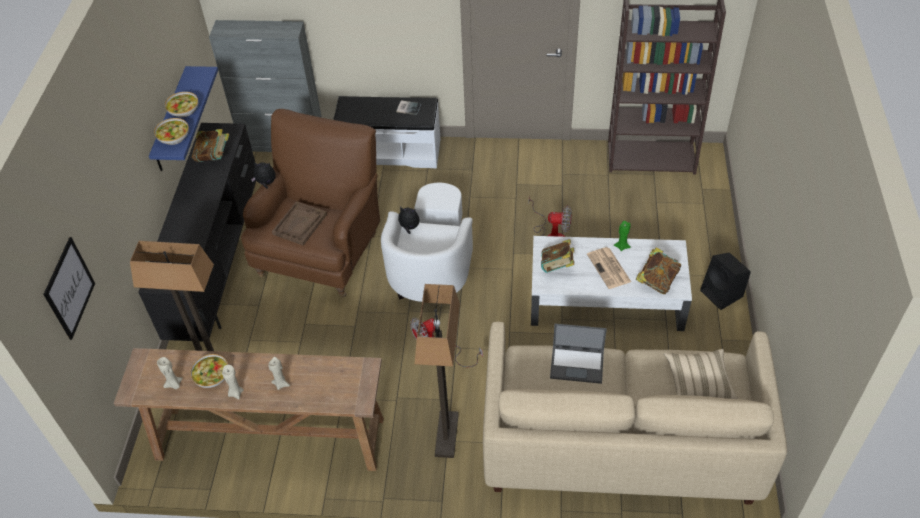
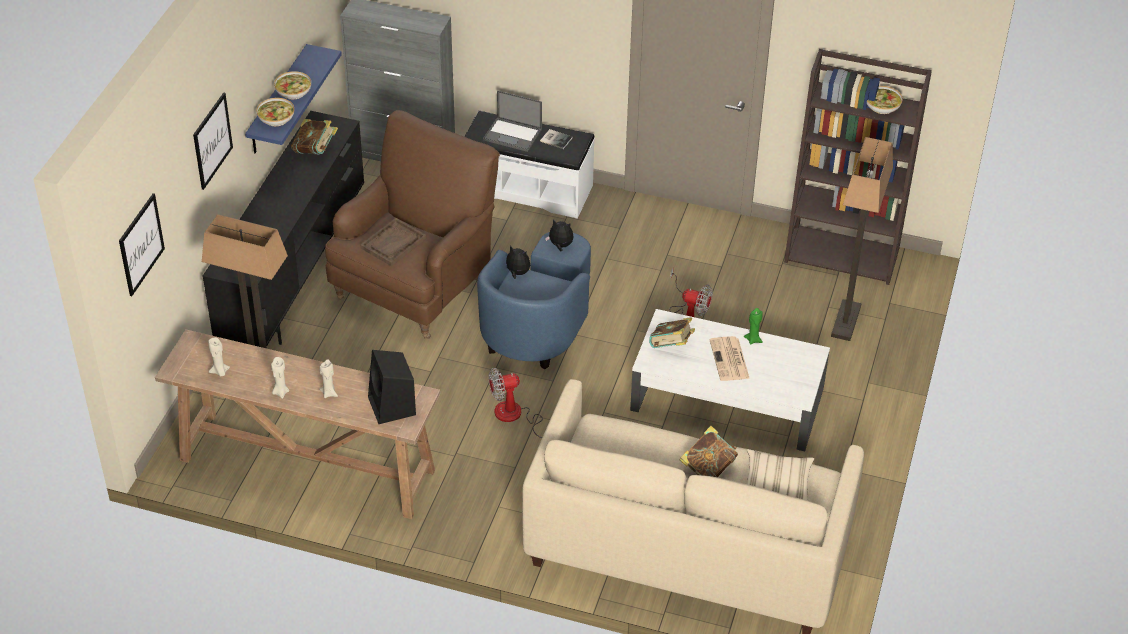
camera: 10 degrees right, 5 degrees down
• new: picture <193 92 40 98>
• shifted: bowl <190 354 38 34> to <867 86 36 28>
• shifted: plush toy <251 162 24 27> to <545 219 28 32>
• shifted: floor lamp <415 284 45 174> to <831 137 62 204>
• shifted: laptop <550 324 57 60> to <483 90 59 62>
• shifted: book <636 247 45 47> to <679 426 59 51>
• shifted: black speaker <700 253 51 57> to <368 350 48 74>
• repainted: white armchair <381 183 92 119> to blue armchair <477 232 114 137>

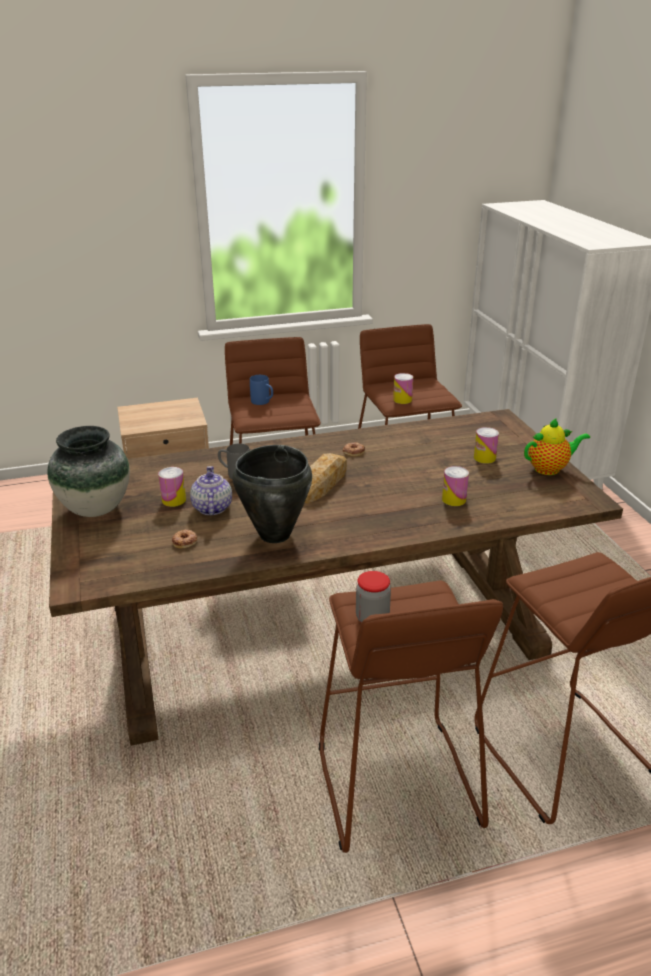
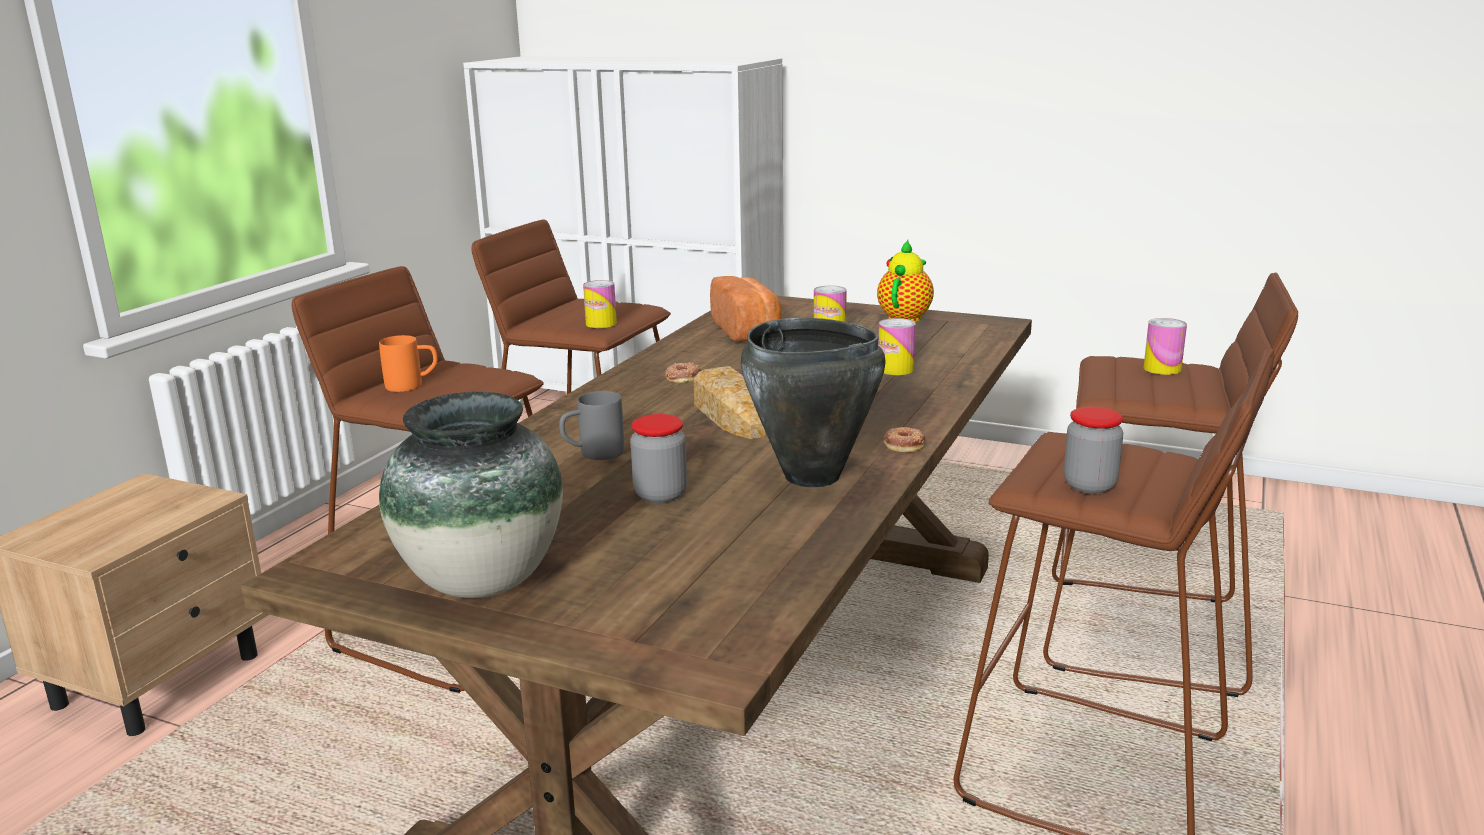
camera: 50 degrees left, 10 degrees down
• new: bread <710 276 72 66>
• shifted: can <158 467 28 40> to <1144 318 43 57>
• shifted: donut <172 530 25 18> to <884 427 42 25>
• swapped: teapot <190 466 42 50> to jar <631 414 56 89>
• repainted: blue mug <250 375 23 30> to orange mug <379 335 59 57>

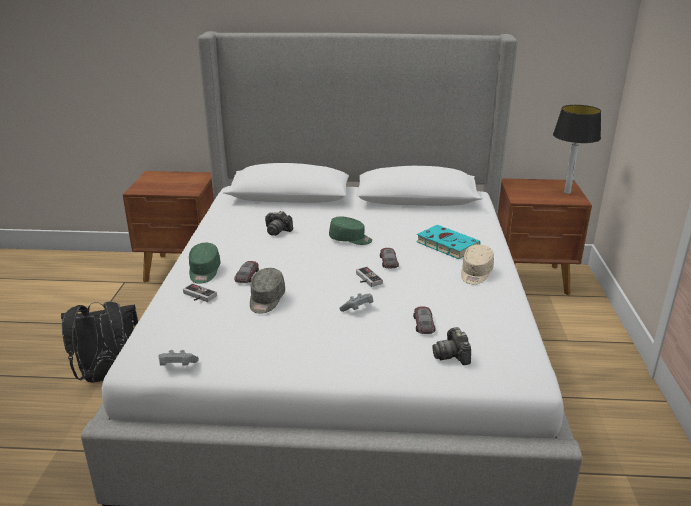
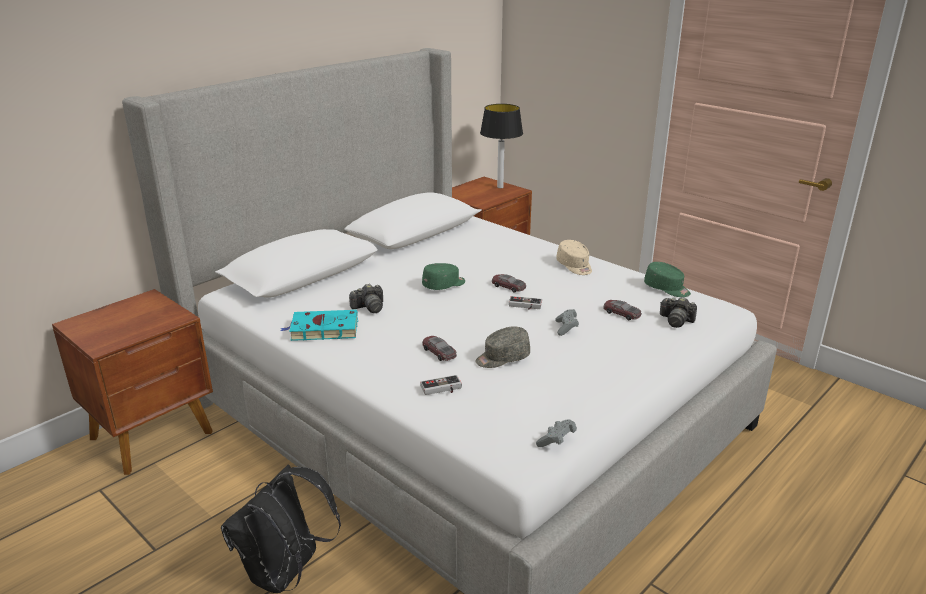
camera: 50 degrees left, 0 degrees up
• shifted: green cap <189 243 32 41> to <644 262 47 35>
• shifted: turquoise book <416 225 65 34> to <281 310 77 31>
• rotated: grey cap <250 268 35 46> = <475 326 55 42> 105 degrees clockwise

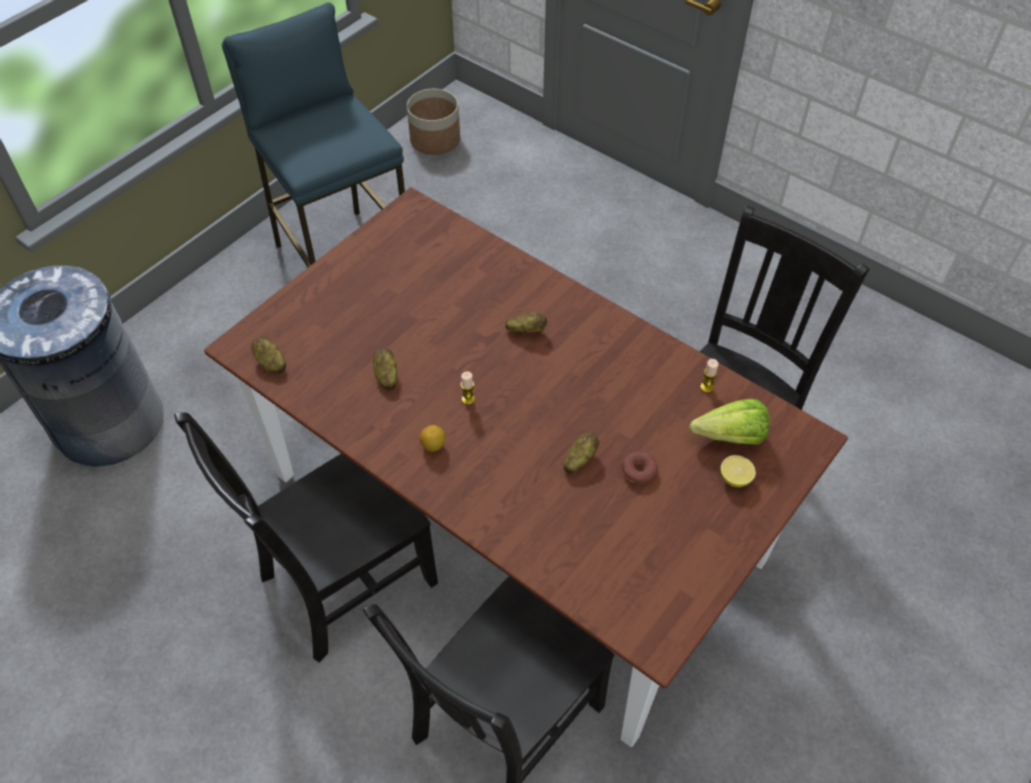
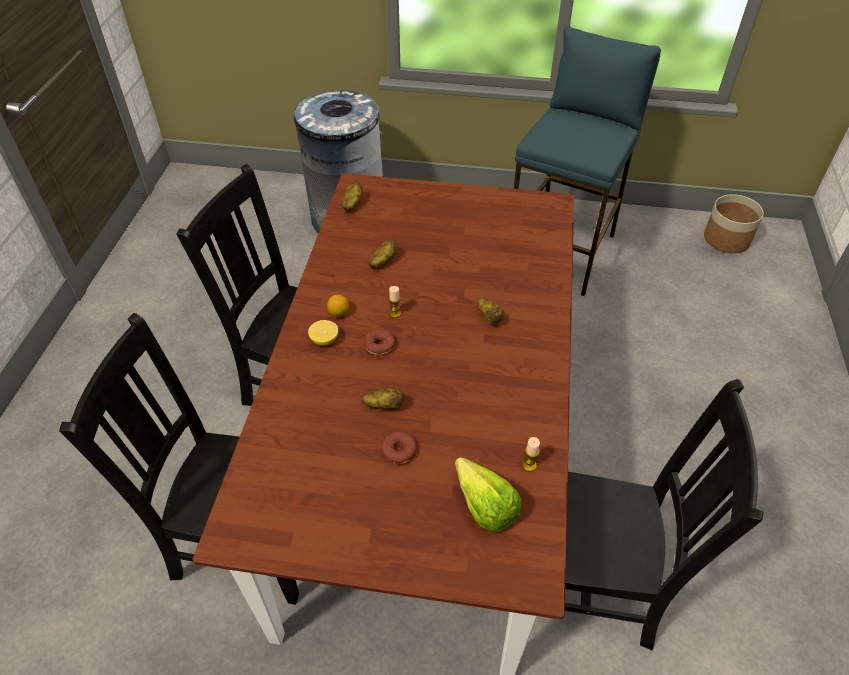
camera: 60 degrees right, 5 degrees down
• new: donut <363 329 33 26>
• shifted: lemon <720 455 36 32> to <308 320 30 26>

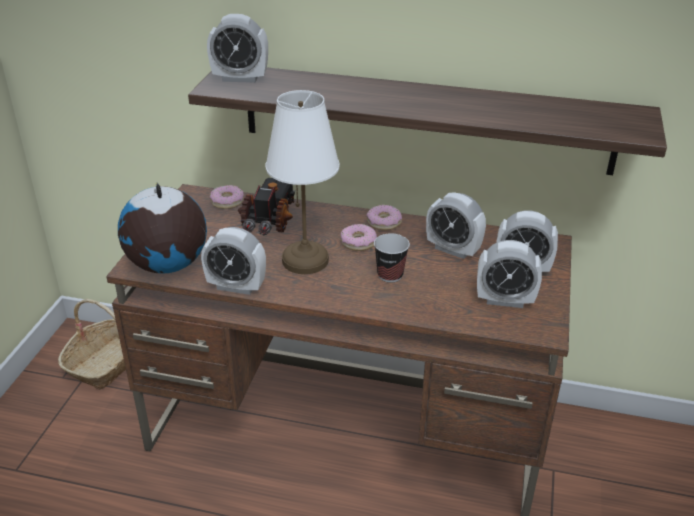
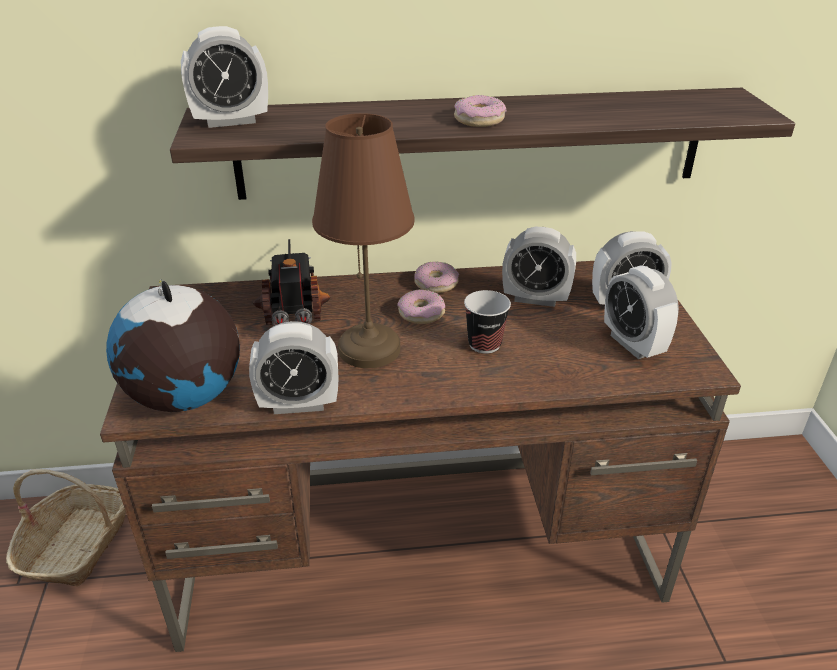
camera: 20 degrees left, 0 degrees up
• shifted: donut <210 185 34 24> to <454 95 52 32>
• repainted: white table lamp <265 90 75 184> to brown table lamp <312 113 103 255>
• rotated: alarm clock <477 240 65 68> = <604 265 75 94> 75 degrees clockwise

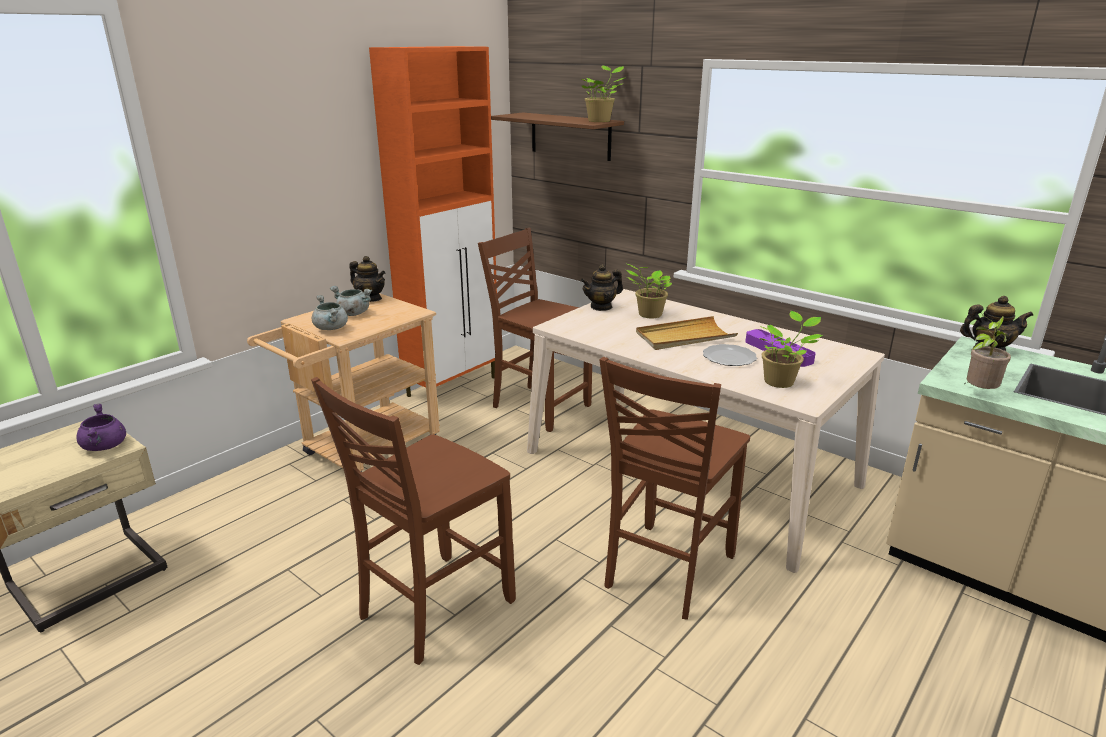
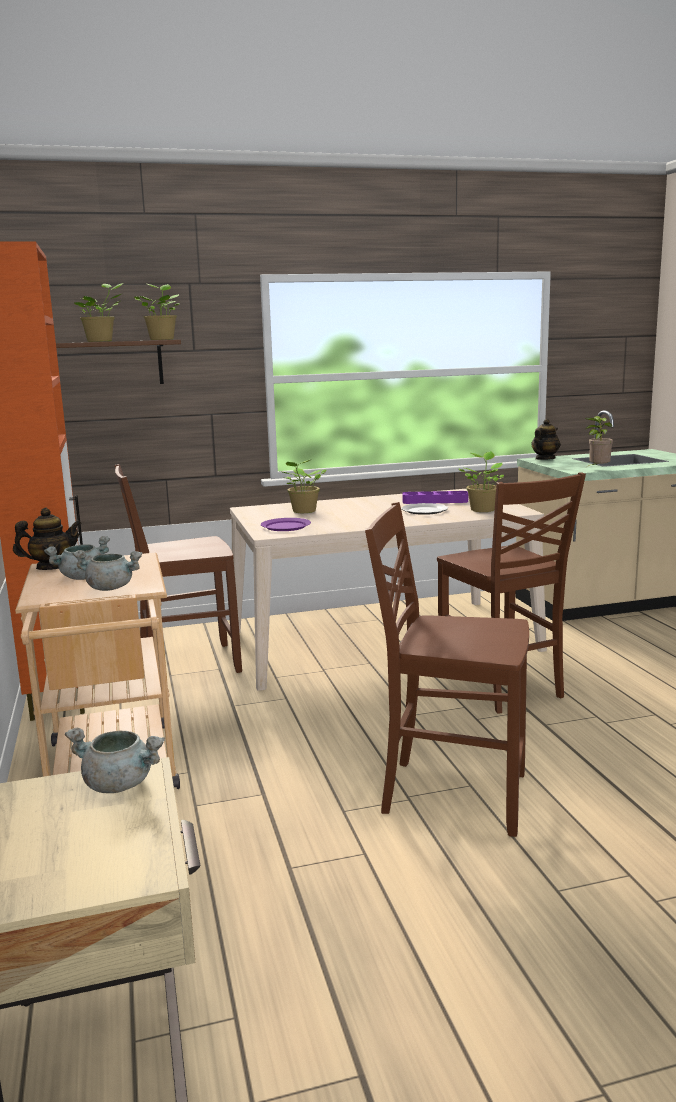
camera: 55 degrees left, 10 degrees down
• gone: teapot <581 264 42 47>
• gone: beige tray <636 316 102 34>
• new: potted plant <74 283 49 59>
• new: purple plate <261 518 50 13>
• repainted: purple cooking pot <76 404 50 47> to grey cooking pot <65 728 100 65>
• rotated: brown chair <311 377 205 288> = <365 502 164 335> 120 degrees clockwise

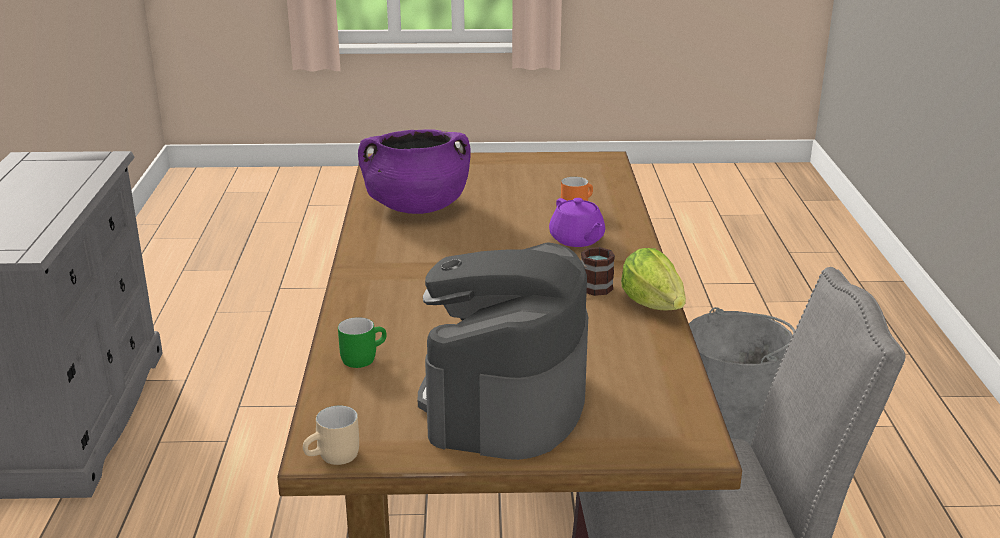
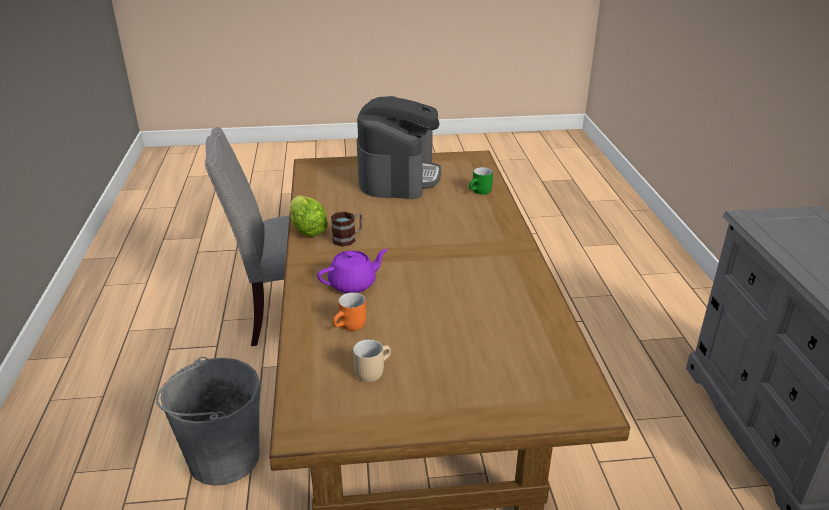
camera: 175 degrees right, 5 degrees up
• gone: purple cooking pot <358 129 113 85>
• shifted: beige mug <303 405 56 60> to <353 339 38 43>
• rotated: purple teapot <549 198 56 49> = <317 249 71 44> 90 degrees clockwise

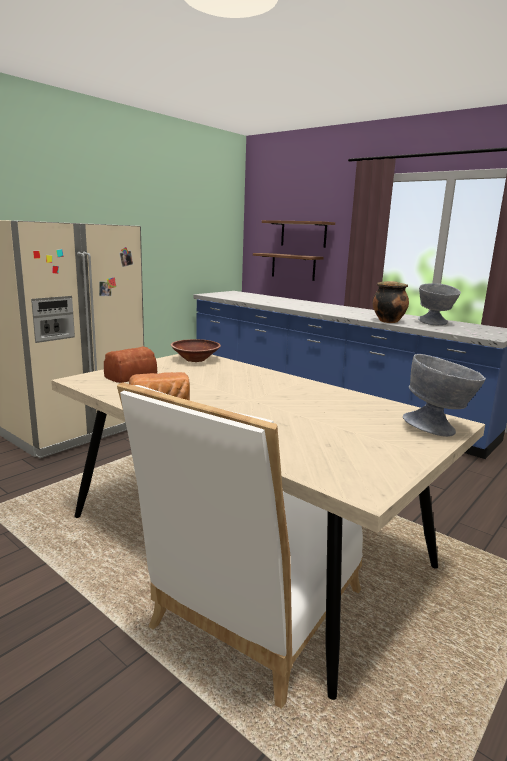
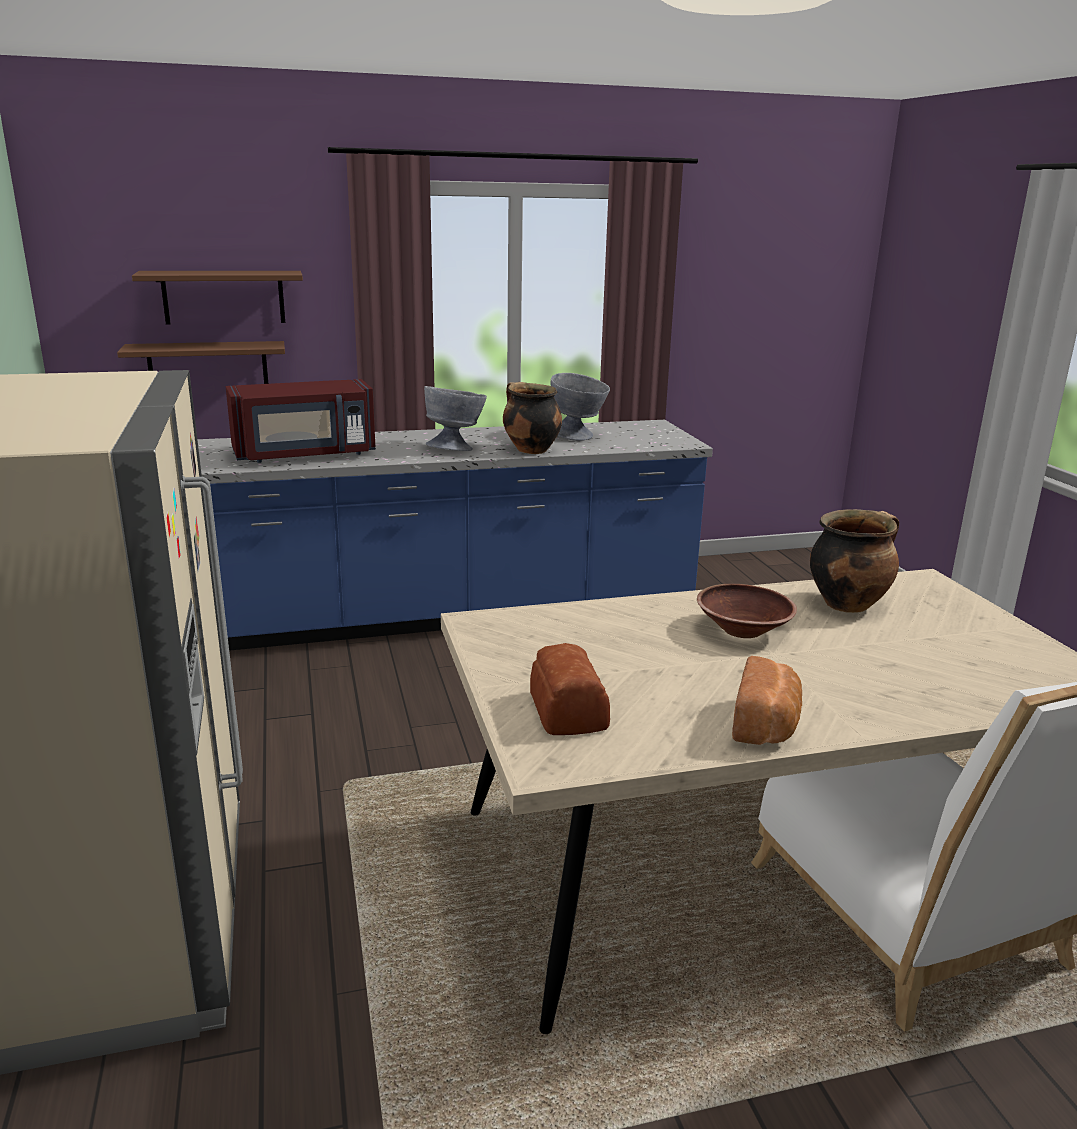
camera: 55 degrees left, 5 degrees up
• new: red microwave <226 379 150 84>
• new: cooking pot <810 509 89 104>
• shifted: brown bowl <170 339 51 23> to <697 584 100 54>
• shifted: grey bowl <403 354 83 83> to <424 386 63 65>

